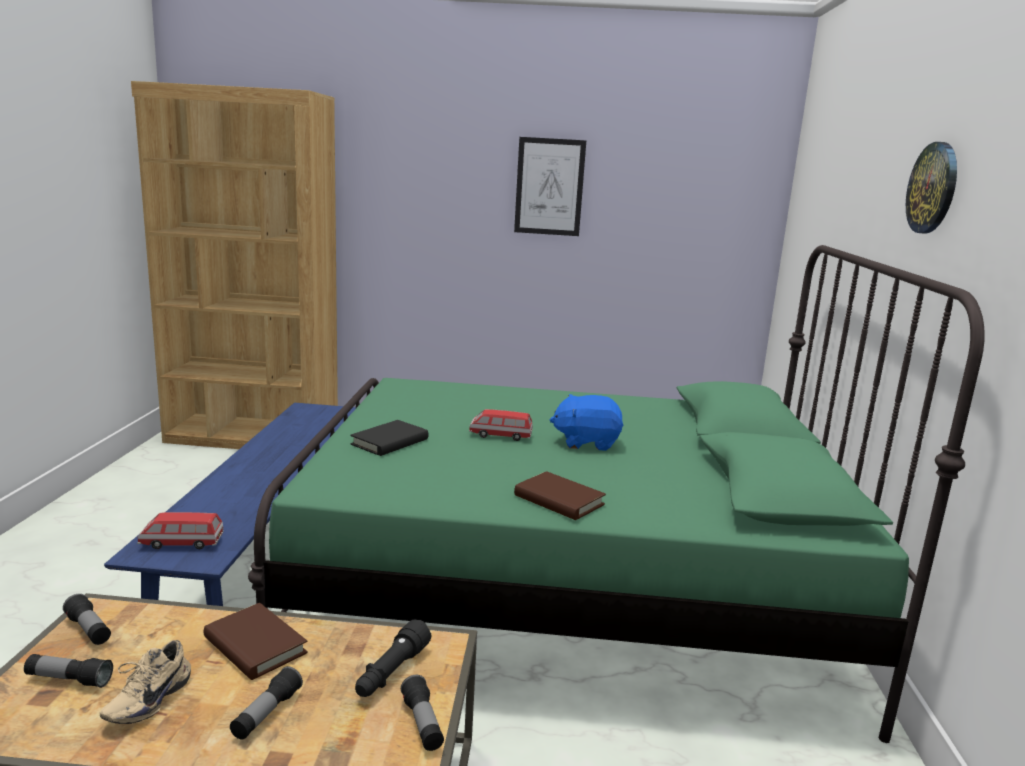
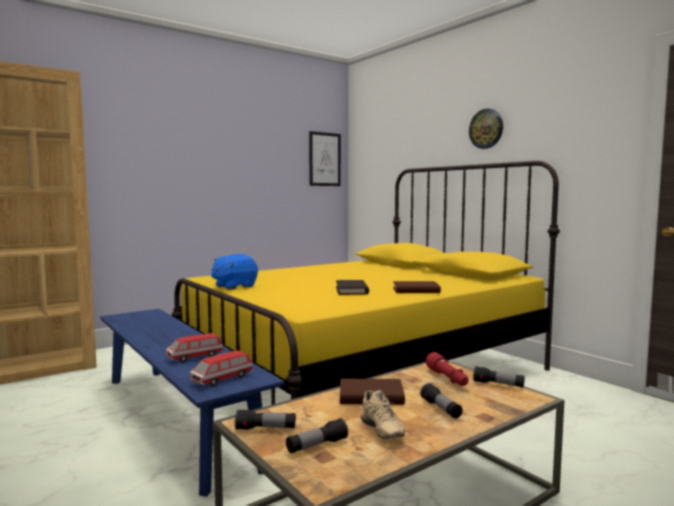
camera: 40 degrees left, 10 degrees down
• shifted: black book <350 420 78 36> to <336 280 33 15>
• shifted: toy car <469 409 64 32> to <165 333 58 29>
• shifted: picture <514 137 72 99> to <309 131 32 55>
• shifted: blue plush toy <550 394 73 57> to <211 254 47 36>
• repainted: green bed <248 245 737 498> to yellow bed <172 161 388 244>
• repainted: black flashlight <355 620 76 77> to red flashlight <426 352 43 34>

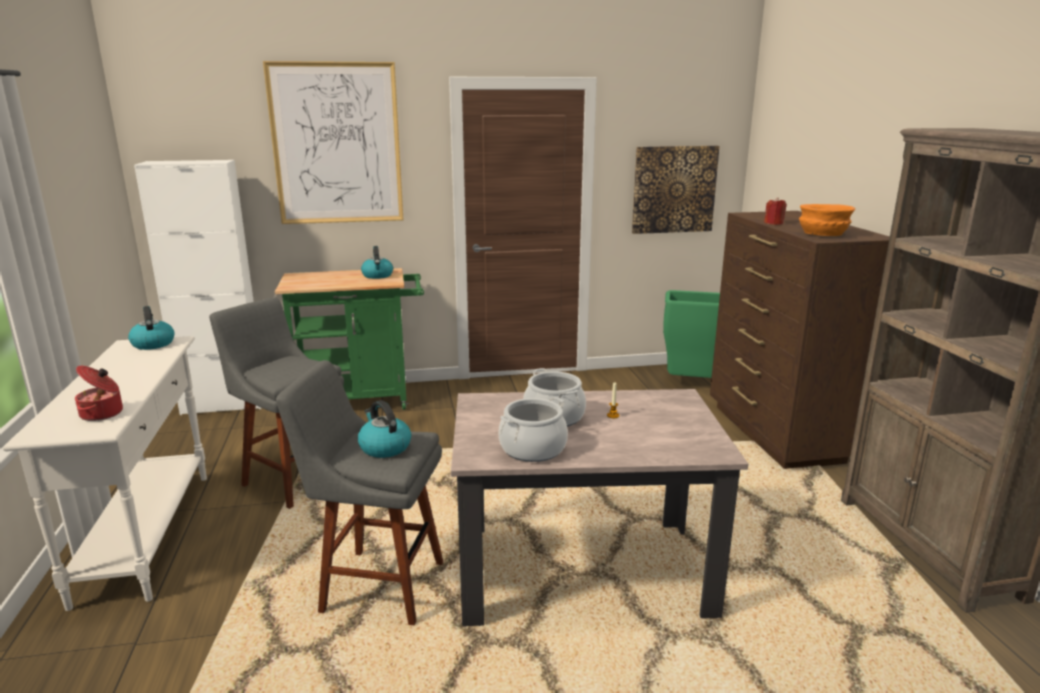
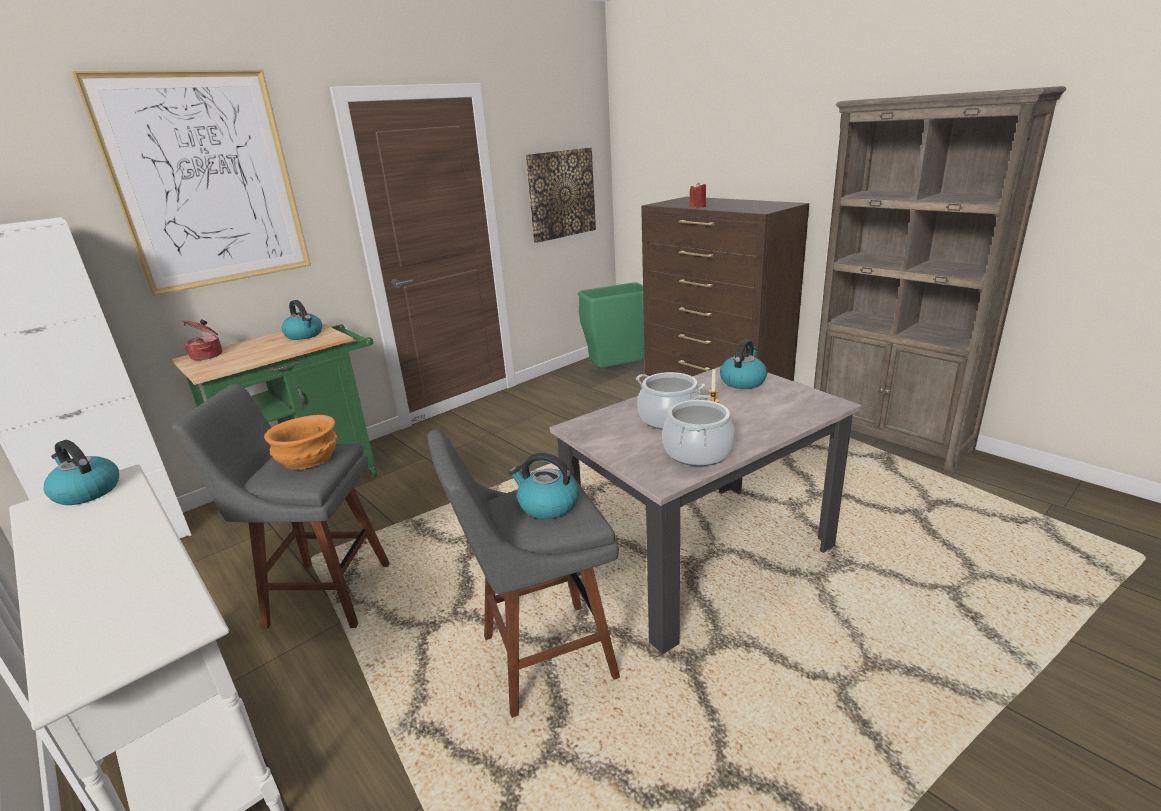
camera: 30 degrees left, 5 degrees up
• new: kettle <720 340 47 49>
• shifted: cooking pot <75 366 48 55> to <183 319 39 41>
• shifted: orange bowl <799 204 56 32> to <264 415 74 54>

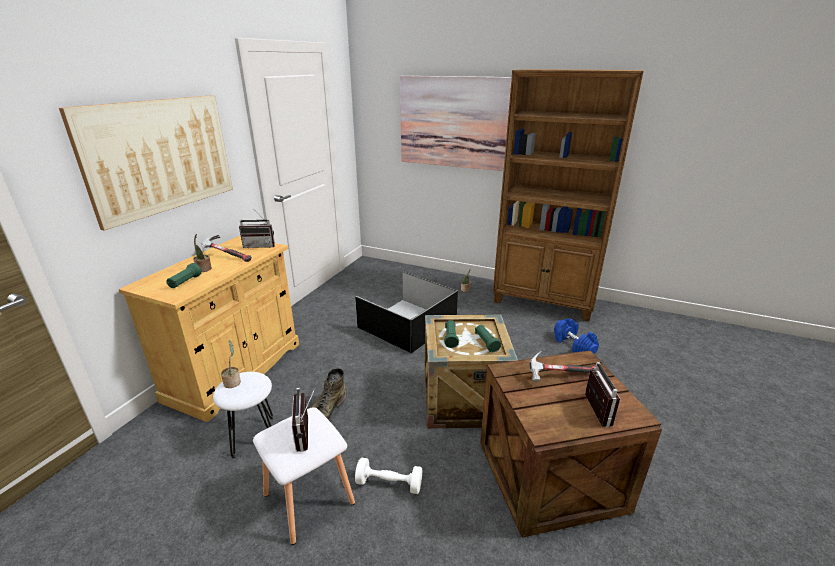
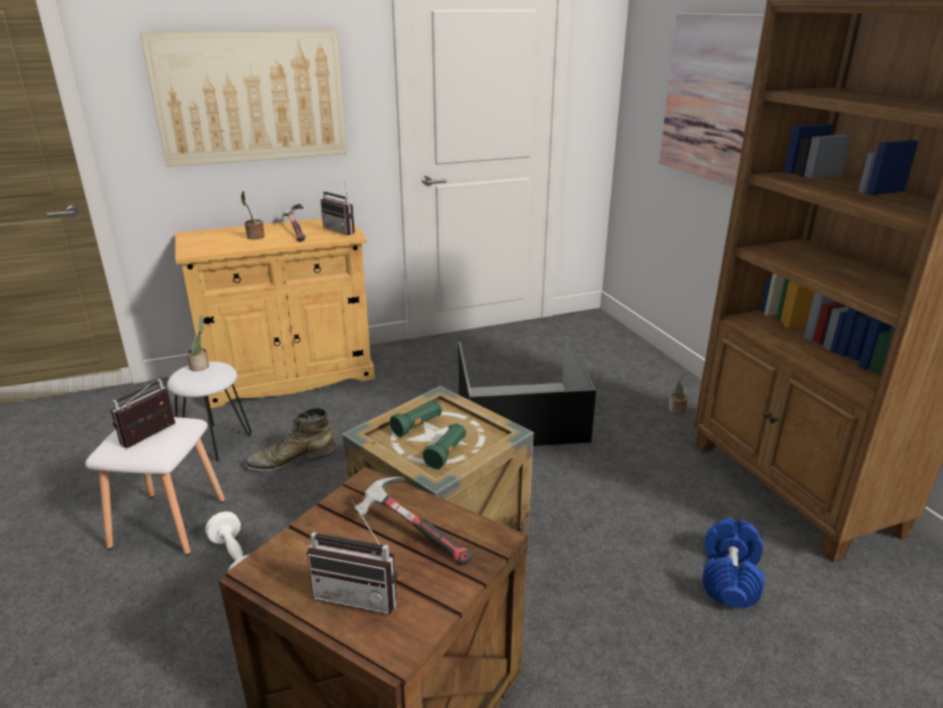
camera: 45 degrees right, 0 degrees up
• gone: green flashlight <166 263 36 25>
• rotated: radio <585 362 35 65> = <307 500 90 114> 60 degrees clockwise

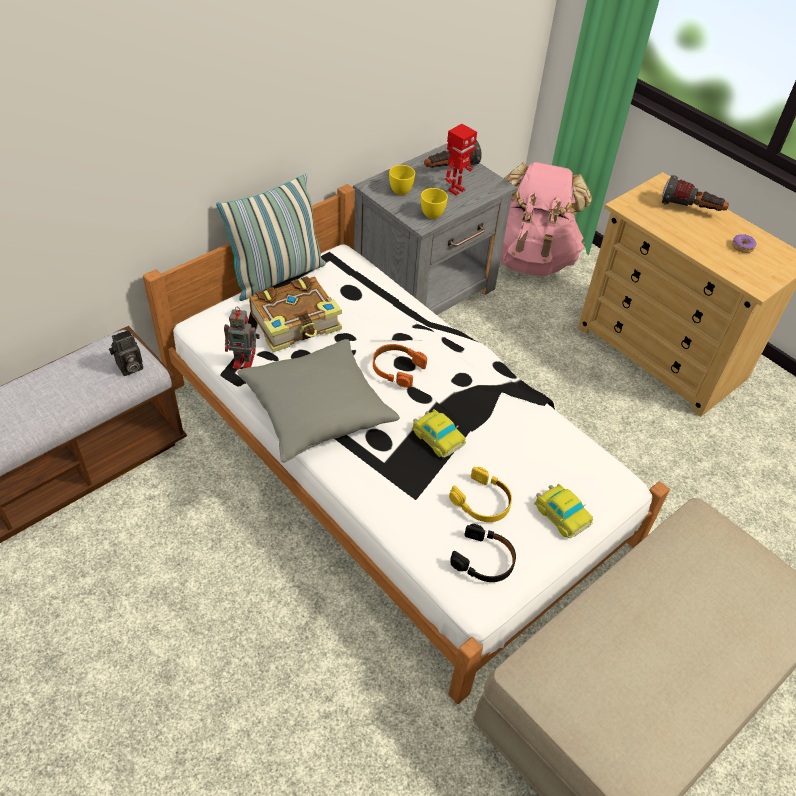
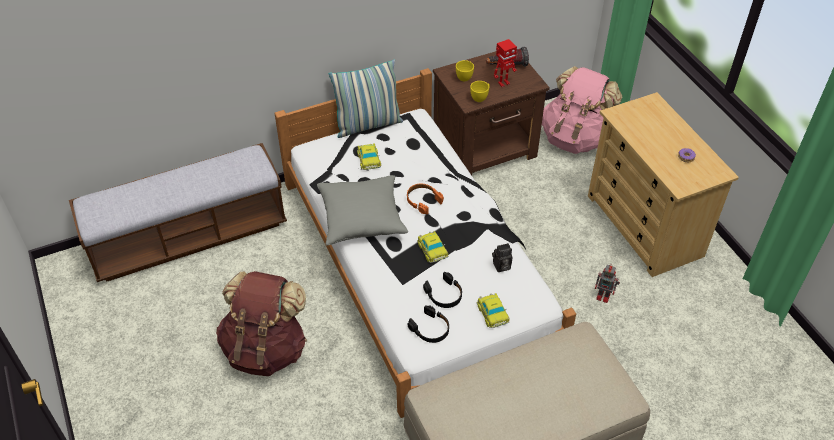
camera: 20 degrees right, 0 degrees up
• gone: flashlight <662 175 67 36>
• new: brown backpack <216 271 91 105>
• shifted: photo camera <109 330 34 46> to <492 243 21 29>
• shifted: toy robot <224 307 36 62> to <595 265 25 38>
• swapped: book <249 276 93 76> to toy car <357 143 24 27>
• repainted: grey nightstand <353 143 165 172> to brown nightstand <433 51 117 124>
• repainted: yellow headphones <449 467 63 55> to black headphones <423 272 39 36>

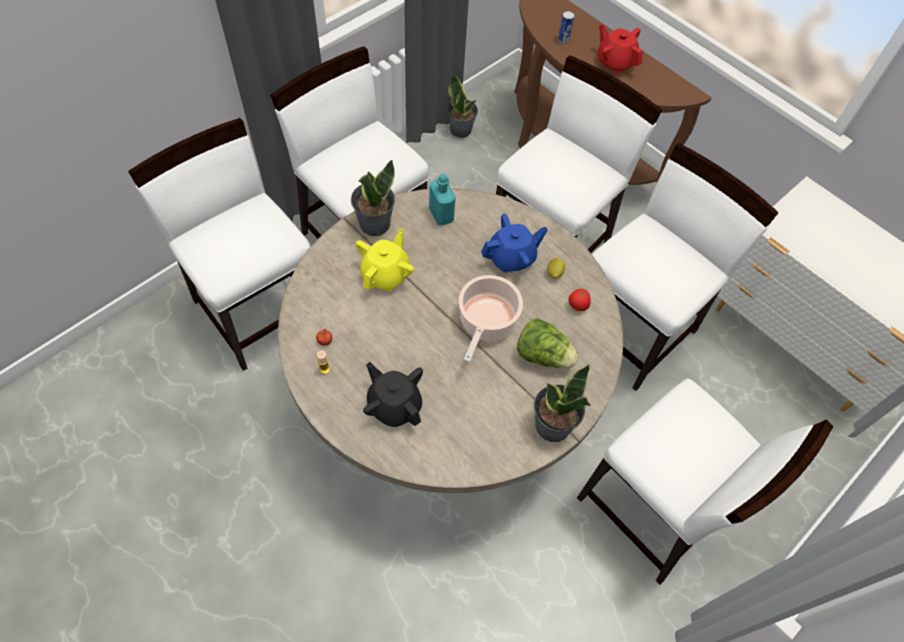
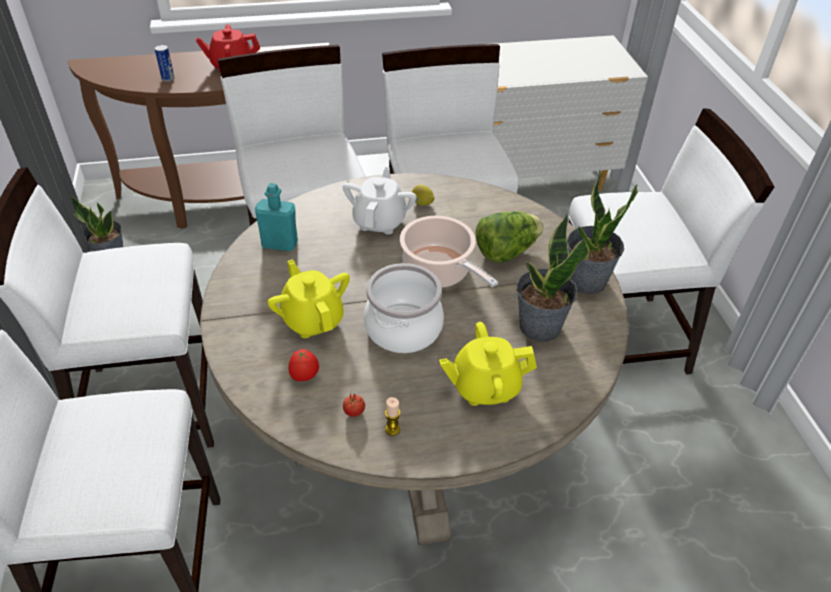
camera: 55 degrees left, 15 degrees down
• new: cooking pot <364 263 80 90>
• shifted: potted plant <351 159 44 77> to <516 214 73 127>
• shifted: tomato <569 289 22 22> to <288 349 31 32>
• repainted: black teapot <363 362 60 65> to yellow teapot <439 322 98 84>
• repainted: blue teapot <481 214 67 59> to white teapot <343 167 74 67>

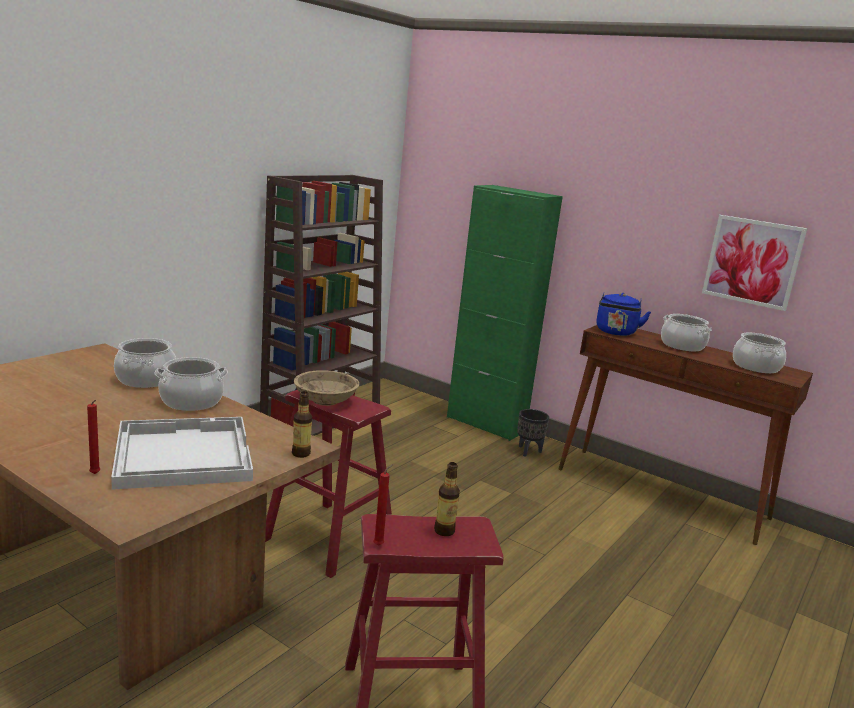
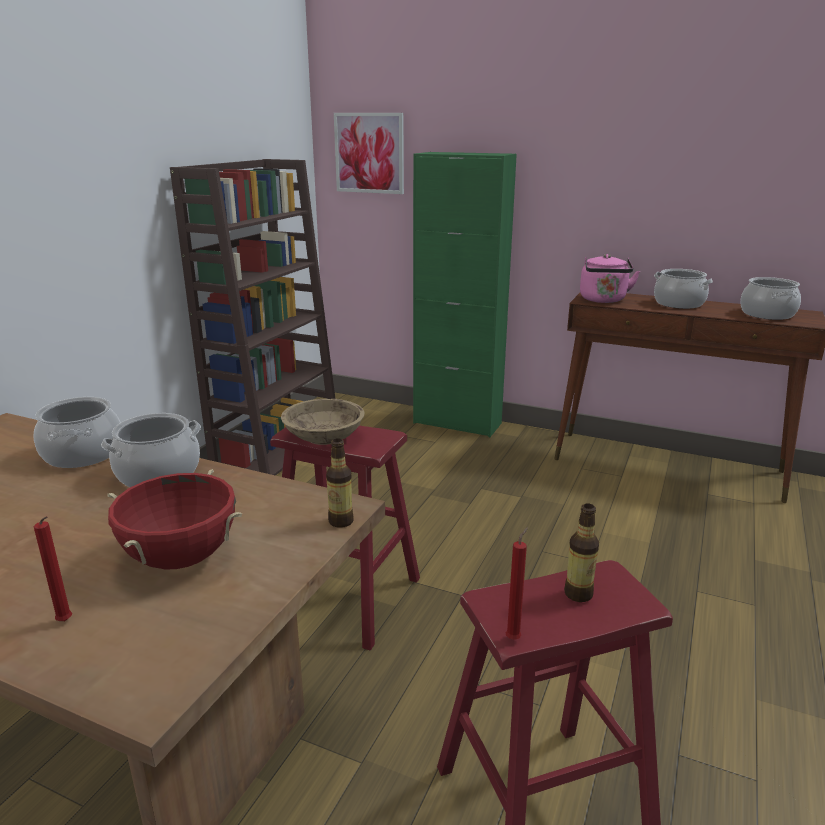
camera: 10 degrees left, 5 degrees up
• gone: black planter <517 409 32 48>
• shifted: picture <702 215 105 96> to <334 113 70 81>
• swapped: white tray <111 417 142 73> to red cooking pot <107 469 135 101>
• repainted: blue kettle <596 293 55 43> to pink kettle <580 254 60 49>

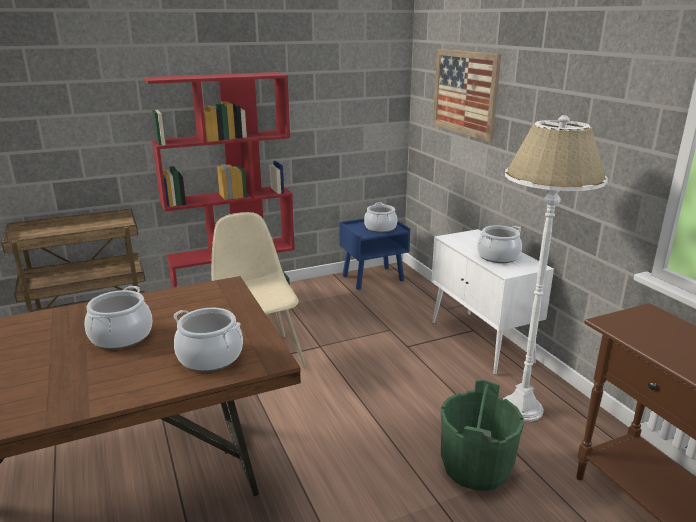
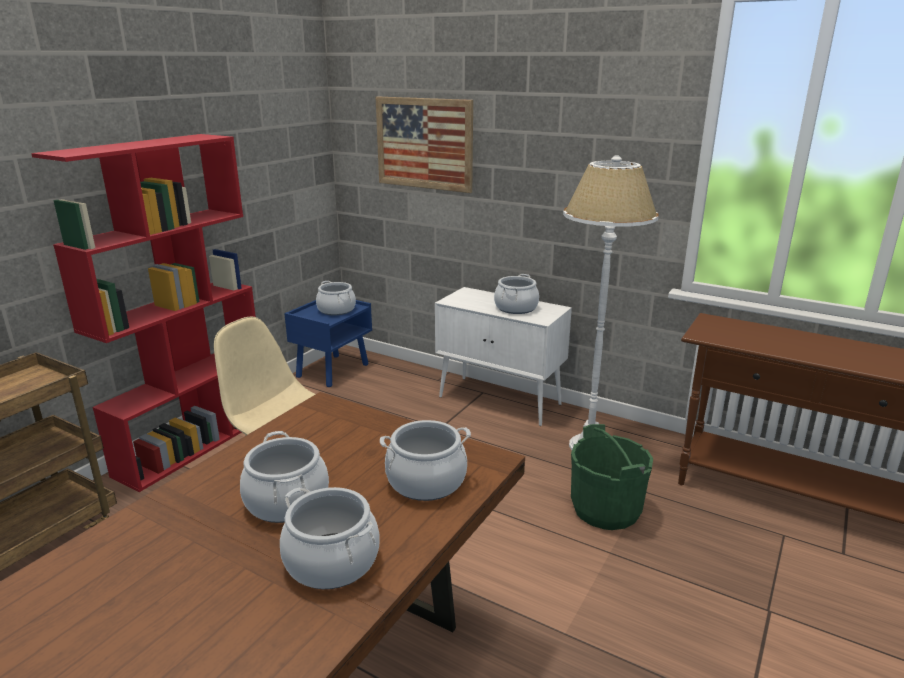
camera: 35 degrees left, 0 degrees up
• new: cooking pot <280 487 100 102>

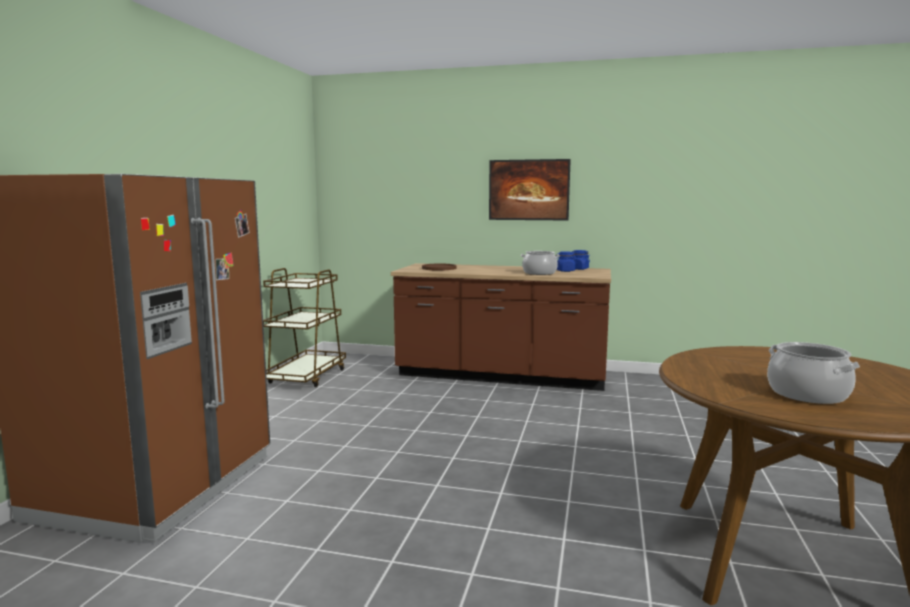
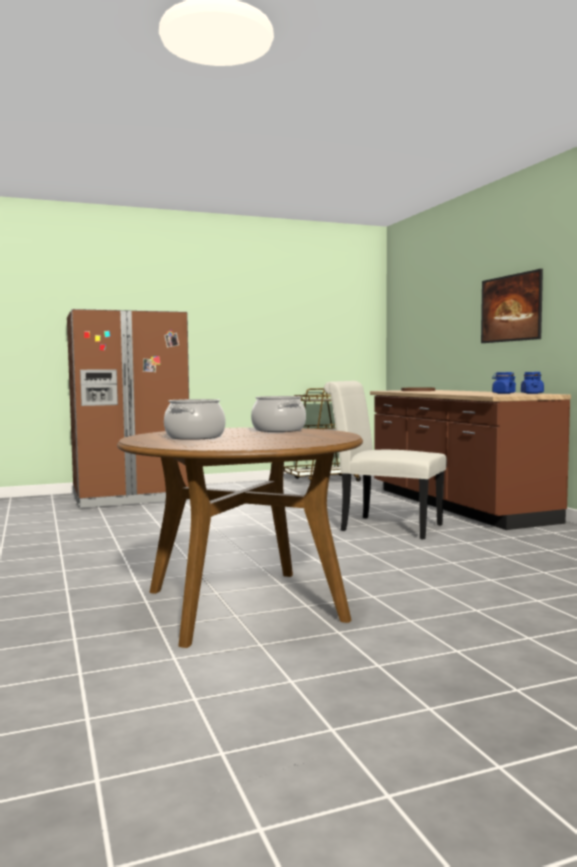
camera: 55 degrees right, 5 degrees down
• new: white chair <324 381 123 159>
• shifted: cooking pot <521 251 39 24> to <251 396 55 36>

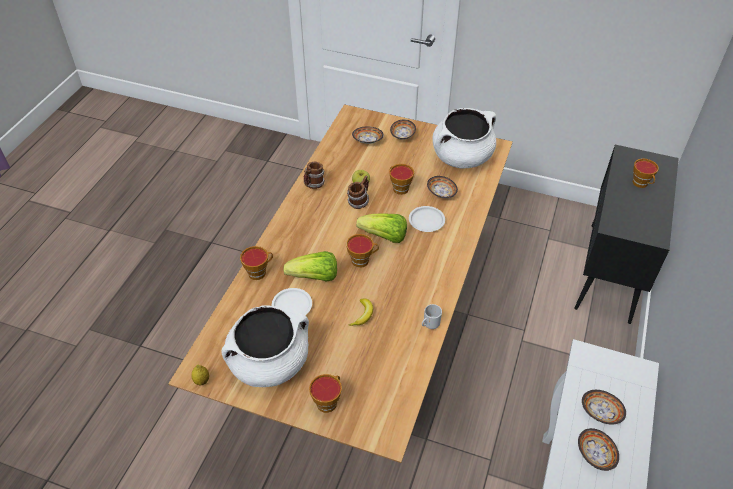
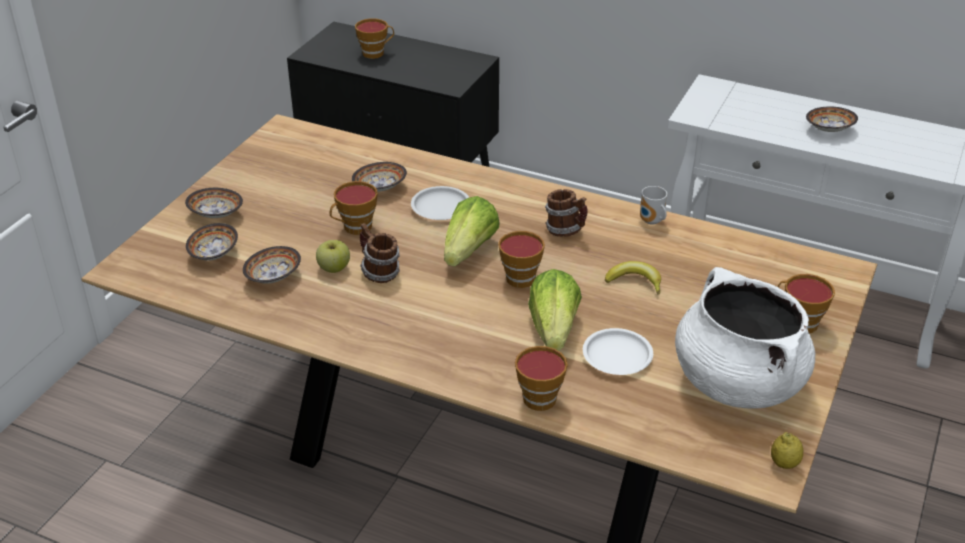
camera: 85 degrees left, 10 degrees down
• gone: white cooking pot <433 108 63 60>
• shifted: mug <304 162 21 27> to <545 189 43 48>
• shifted: bowl <582 390 44 35> to <243 246 58 38>

